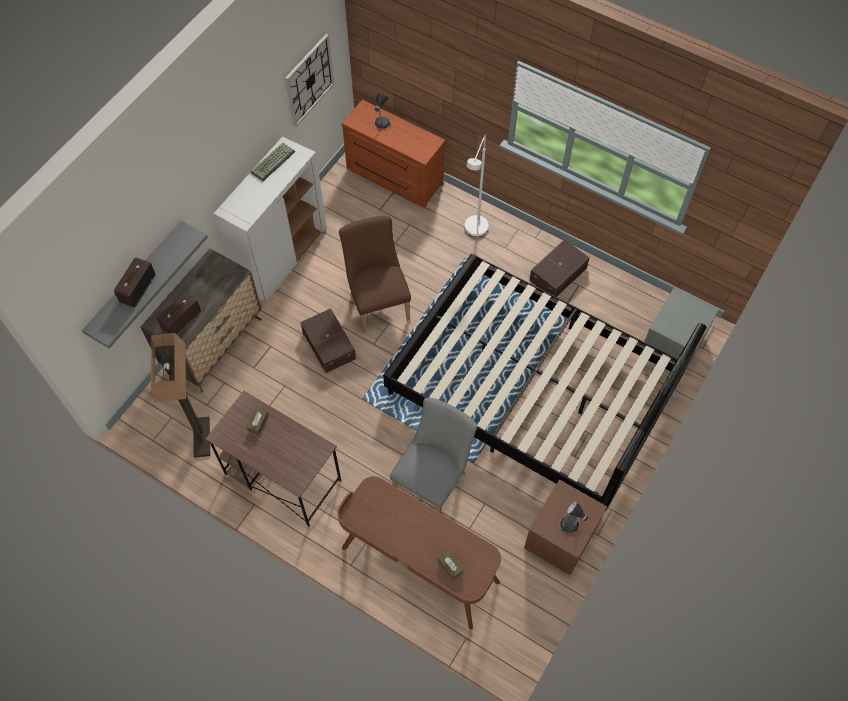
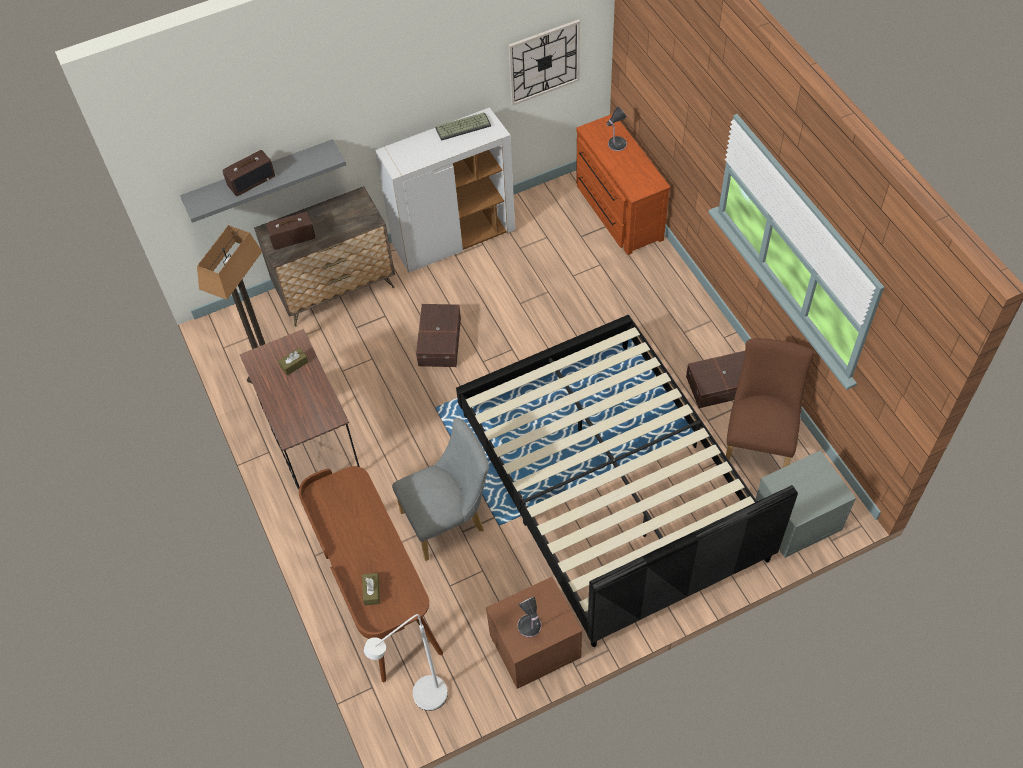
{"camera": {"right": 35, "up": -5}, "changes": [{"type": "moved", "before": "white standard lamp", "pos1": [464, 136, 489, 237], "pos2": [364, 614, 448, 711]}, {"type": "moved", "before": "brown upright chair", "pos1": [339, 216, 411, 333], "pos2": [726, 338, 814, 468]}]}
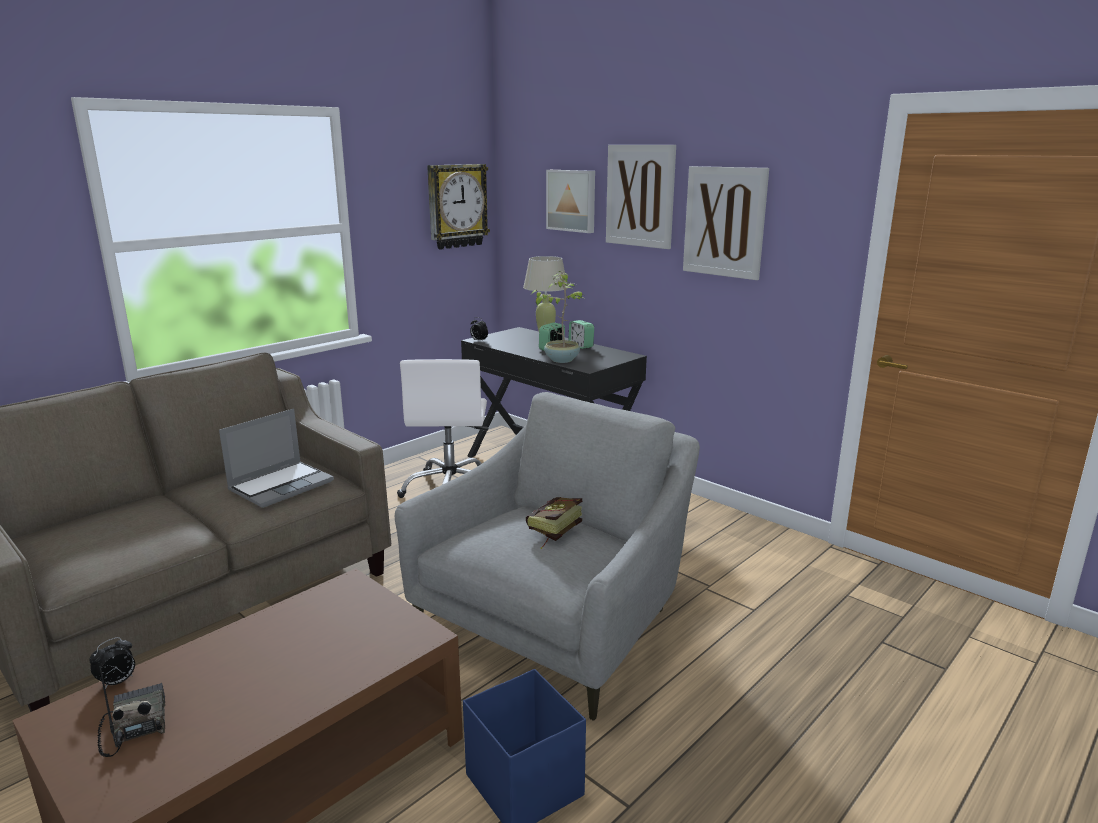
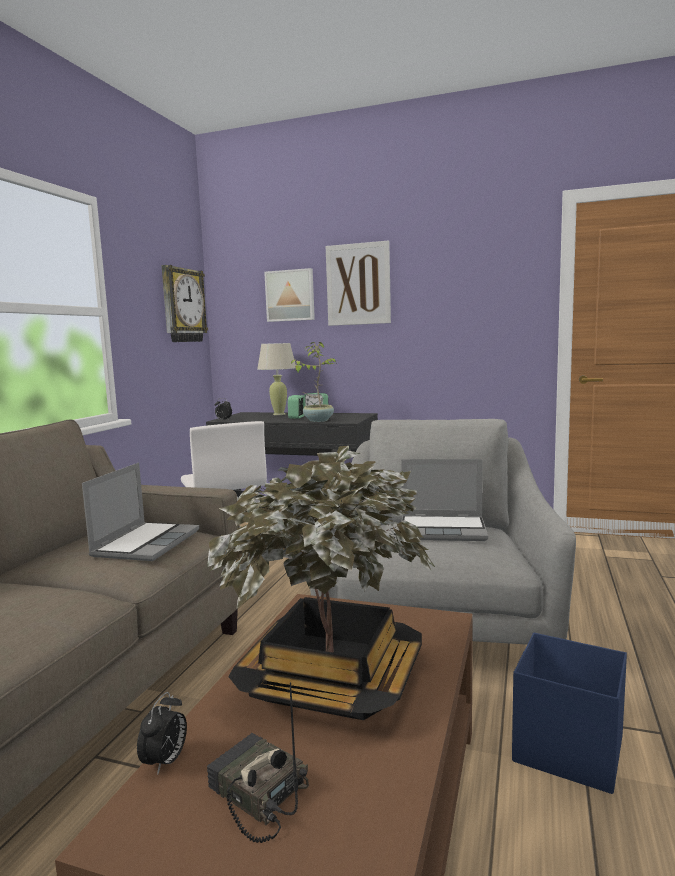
{"camera": {"right": -25, "up": -10}, "changes": [{"type": "removed", "before": "wall art", "pos1": [683, 166, 769, 280]}, {"type": "replaced", "before": "volume", "after": "laptop", "pos1": [526, 497, 582, 549], "pos2": [401, 459, 488, 541]}, {"type": "added", "after": "plant in a pot", "pos2": [207, 446, 436, 720]}]}
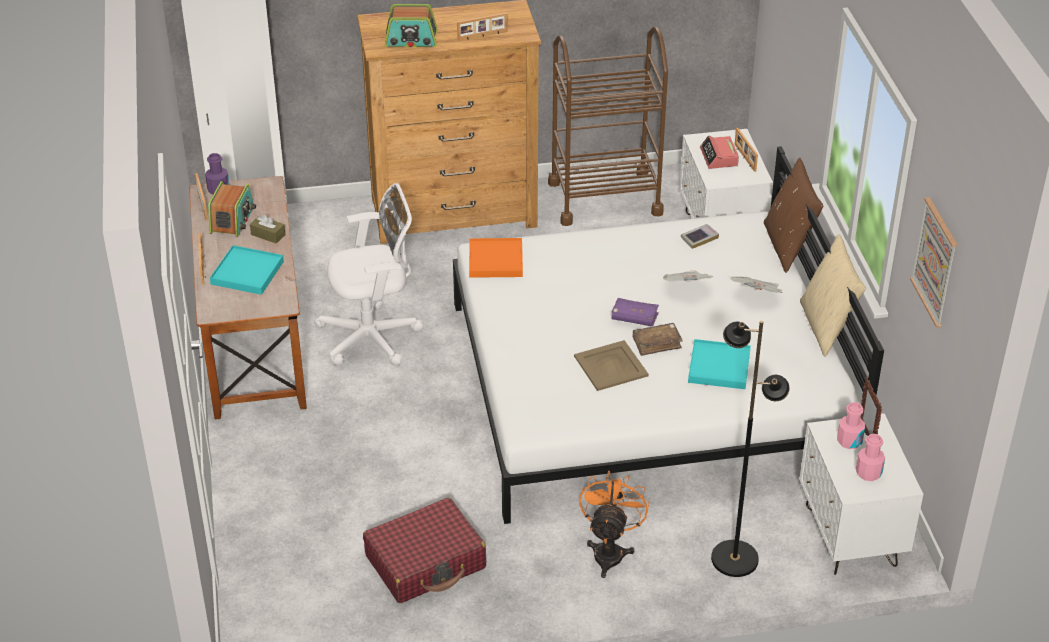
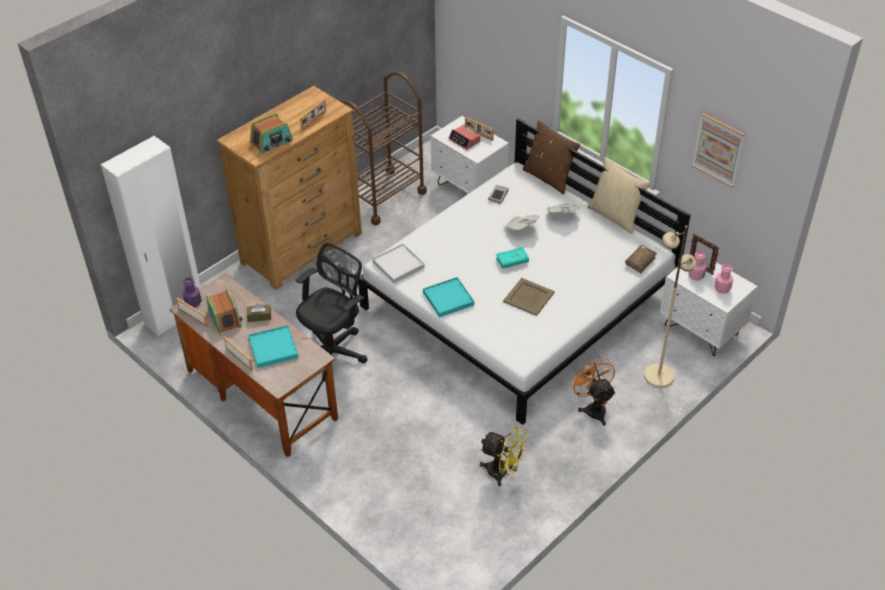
{"camera": {"right": -35, "up": 5}, "changes": [{"type": "recoloured", "before": "white computer chair", "after": "black-coloured computer chair", "pos1": [314, 183, 423, 366], "pos2": [296, 243, 368, 381]}, {"type": "recoloured", "before": "orange tray", "after": "white tray", "pos1": [469, 238, 523, 278], "pos2": [373, 244, 425, 283]}, {"type": "recoloured", "before": "purplish volume", "after": "blue-green volume", "pos1": [611, 298, 659, 327], "pos2": [496, 247, 529, 268]}, {"type": "recoloured", "before": "black-coloured standard lamp", "after": "beige-coloured standard lamp", "pos1": [711, 321, 790, 577], "pos2": [644, 226, 696, 387]}, {"type": "moved", "before": "brown volume", "pos1": [633, 323, 683, 356], "pos2": [625, 245, 657, 273]}, {"type": "moved", "before": "blue-green tray", "pos1": [688, 339, 751, 389], "pos2": [423, 277, 474, 318]}, {"type": "replaced", "before": "reddish piece of luggage", "after": "yellow-coloured electric fan", "pos1": [363, 498, 486, 603], "pos2": [480, 427, 528, 486]}]}
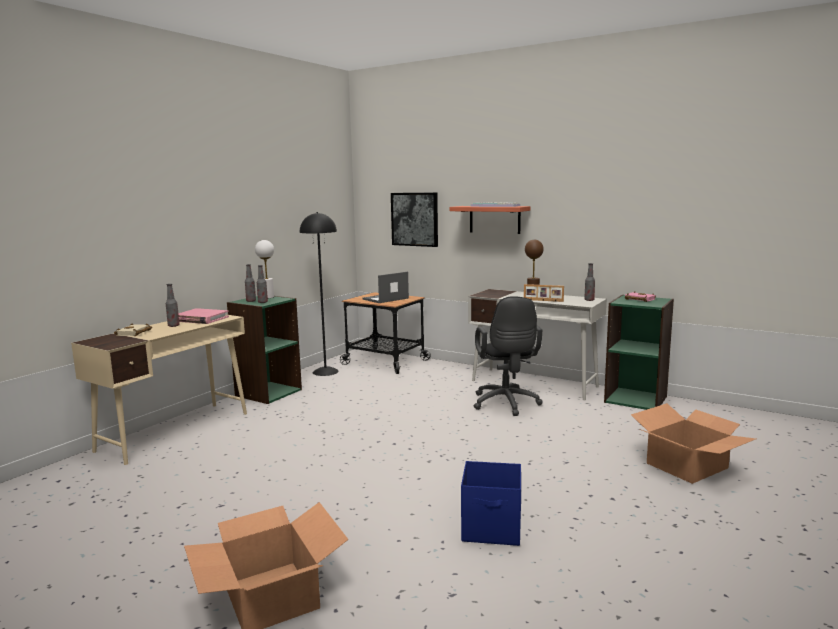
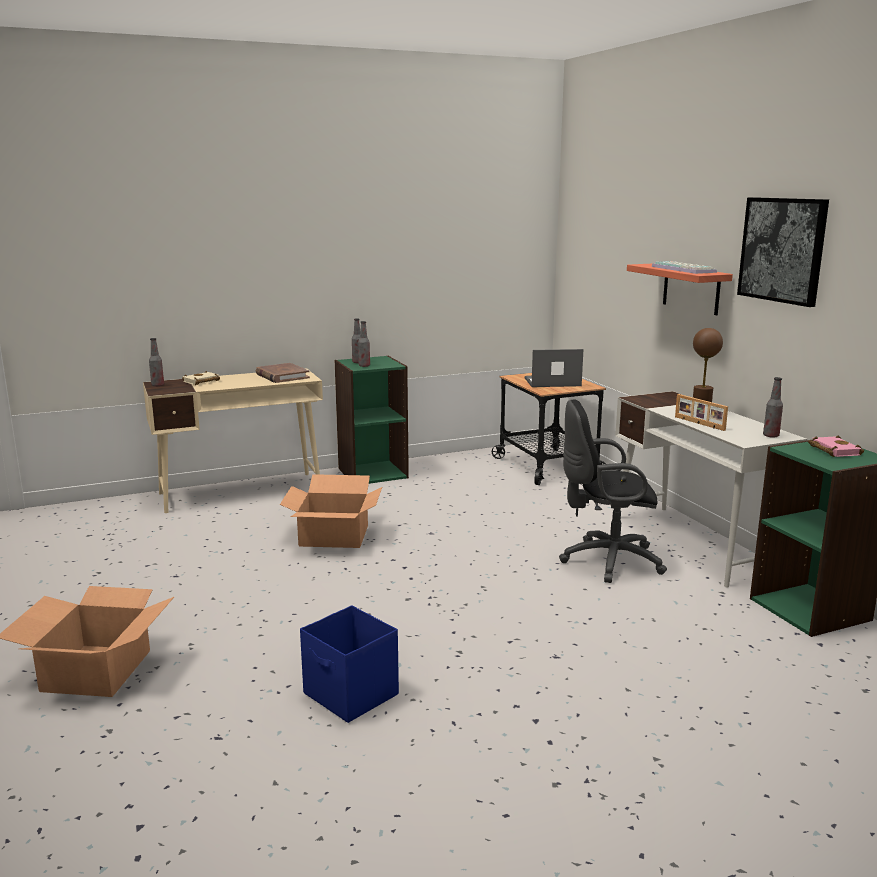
{"camera": {"right": 35, "up": 5}, "changes": [{"type": "moved", "before": "wall art", "pos1": [391, 193, 438, 247], "pos2": [737, 197, 829, 307]}, {"type": "removed", "before": "black-coloured standard lamp", "pos1": [300, 212, 339, 376]}, {"type": "removed", "before": "white lamp for a table", "pos1": [255, 240, 274, 298]}, {"type": "moved", "before": "bottle", "pos1": [166, 284, 180, 327], "pos2": [149, 338, 164, 387]}, {"type": "turned", "before": "black-coloured computer chair", "pos1": [474, 296, 543, 416], "pos2": [559, 400, 667, 583], "turn": 60}, {"type": "recoloured", "before": "pink volume", "after": "brown volume", "pos1": [178, 308, 229, 324], "pos2": [256, 363, 310, 383]}, {"type": "moved", "before": "packing box", "pos1": [631, 403, 756, 484], "pos2": [280, 474, 382, 548]}]}
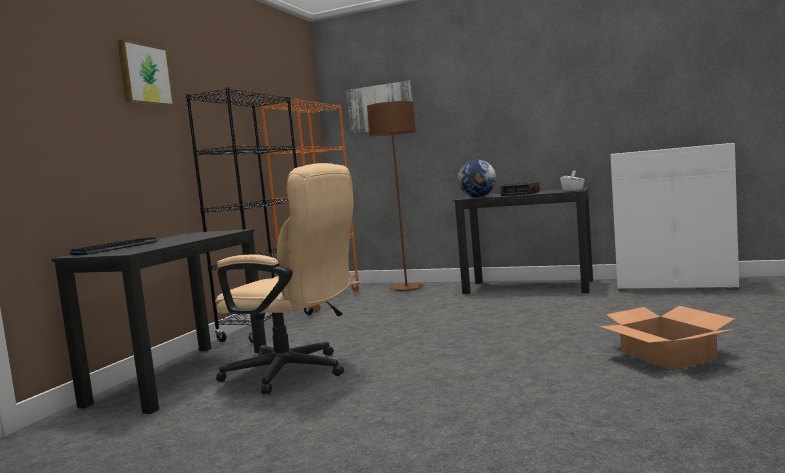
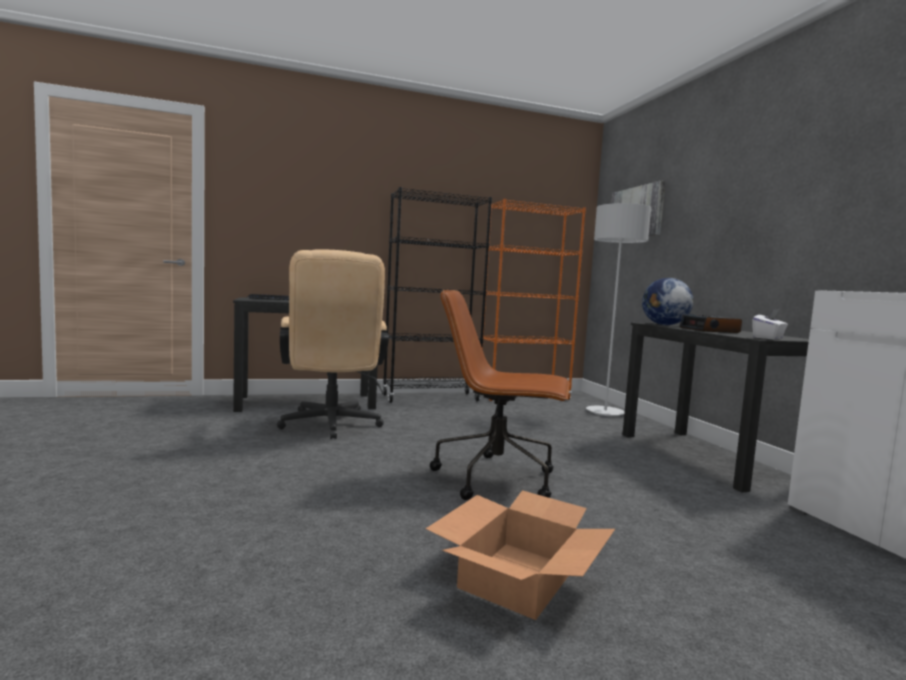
{"camera": {"right": 50, "up": 0}, "changes": [{"type": "removed", "before": "wall art", "pos1": [117, 39, 174, 106]}, {"type": "recoloured", "before": "brown standard lamp", "after": "greyish standard lamp", "pos1": [367, 101, 424, 291], "pos2": [586, 203, 651, 416]}, {"type": "added", "after": "brown computer chair", "pos2": [430, 290, 570, 500]}]}
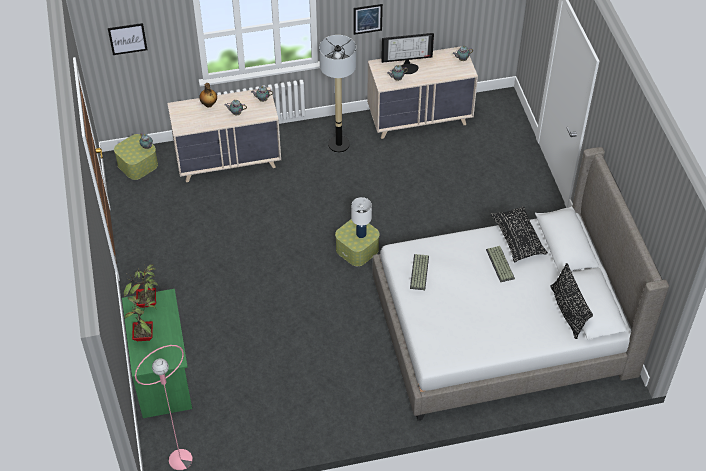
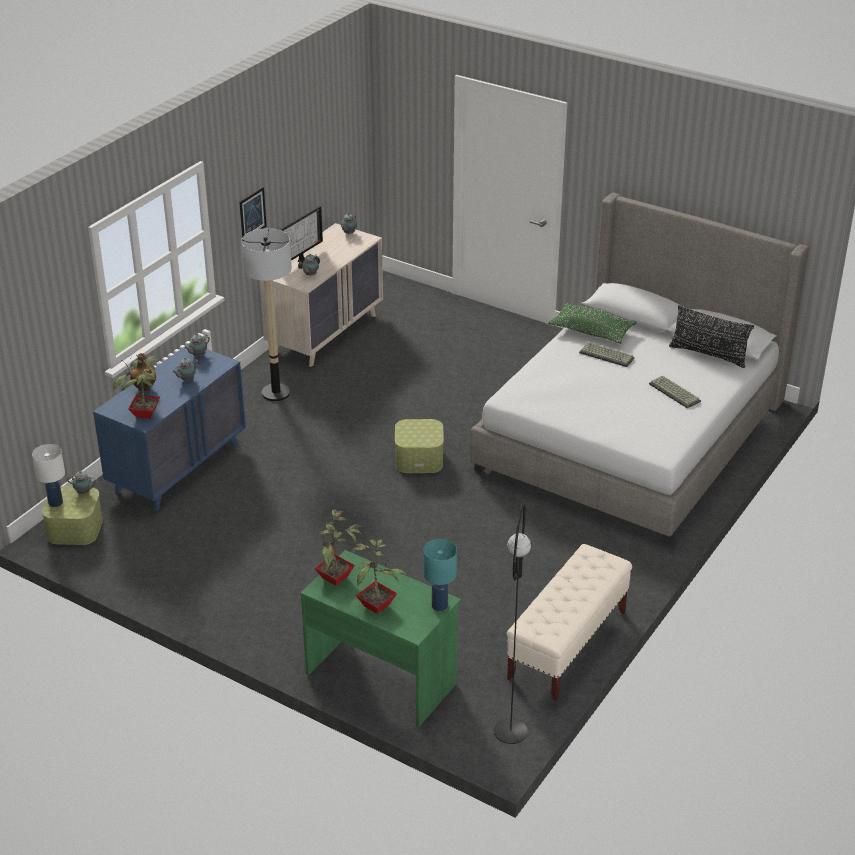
{"camera": {"right": -45, "up": -15}, "changes": [{"type": "removed", "before": "wall art", "pos1": [108, 23, 147, 55]}, {"type": "recoloured", "before": "beige-coloured drawer chest", "after": "bluish drawer chest", "pos1": [167, 87, 281, 182], "pos2": [93, 344, 246, 511]}, {"type": "moved", "before": "white lamp for a table", "pos1": [351, 197, 372, 238], "pos2": [32, 444, 65, 507]}, {"type": "recoloured", "before": "black-coloured throw pillow", "after": "green-coloured throw pillow", "pos1": [491, 206, 548, 262], "pos2": [548, 303, 637, 344]}, {"type": "moved", "before": "keyboard", "pos1": [410, 254, 429, 290], "pos2": [649, 376, 701, 408]}, {"type": "recoloured", "before": "pink standard lamp", "after": "black-coloured standard lamp", "pos1": [135, 345, 193, 470], "pos2": [494, 503, 531, 744]}, {"type": "added", "after": "plant in a pot", "pos2": [113, 355, 160, 419]}, {"type": "added", "after": "blue-green lamp for a table", "pos2": [423, 539, 457, 611]}, {"type": "added", "after": "beige-coloured indoor bench", "pos2": [507, 544, 632, 701]}]}
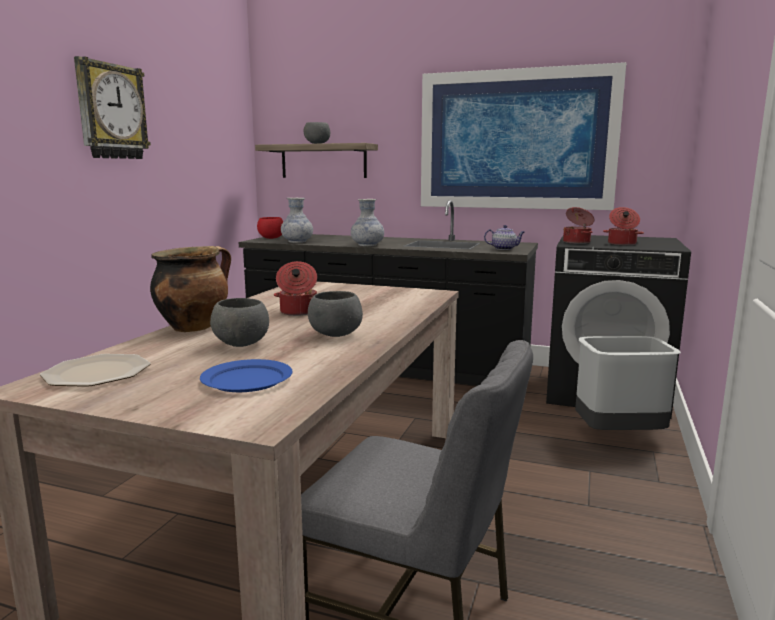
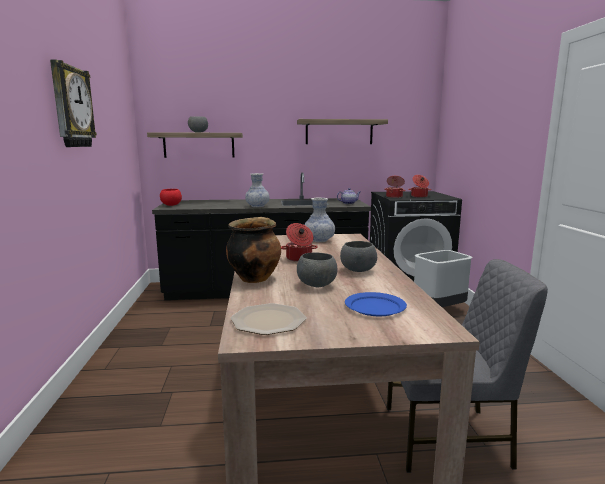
{"camera": {"right": -25, "up": 0}, "changes": [{"type": "replaced", "before": "wall art", "after": "shelf", "pos1": [421, 62, 627, 210], "pos2": [297, 119, 388, 144]}, {"type": "moved", "before": "flower vase", "pos1": [281, 198, 313, 243], "pos2": [305, 198, 335, 242]}]}
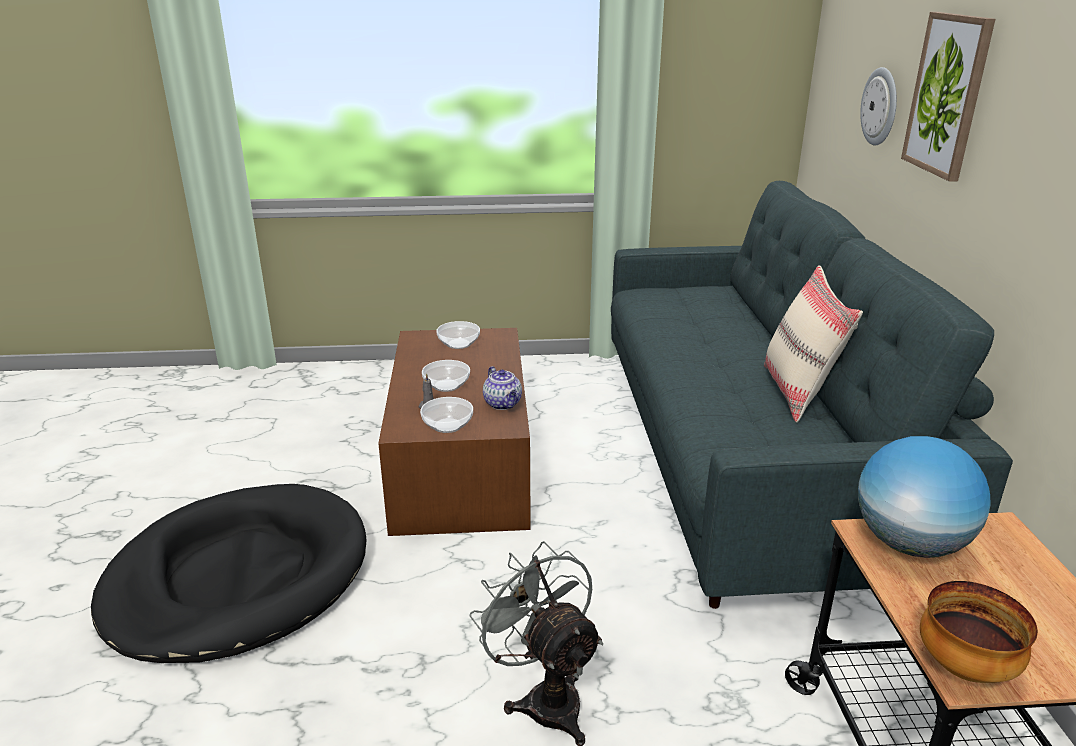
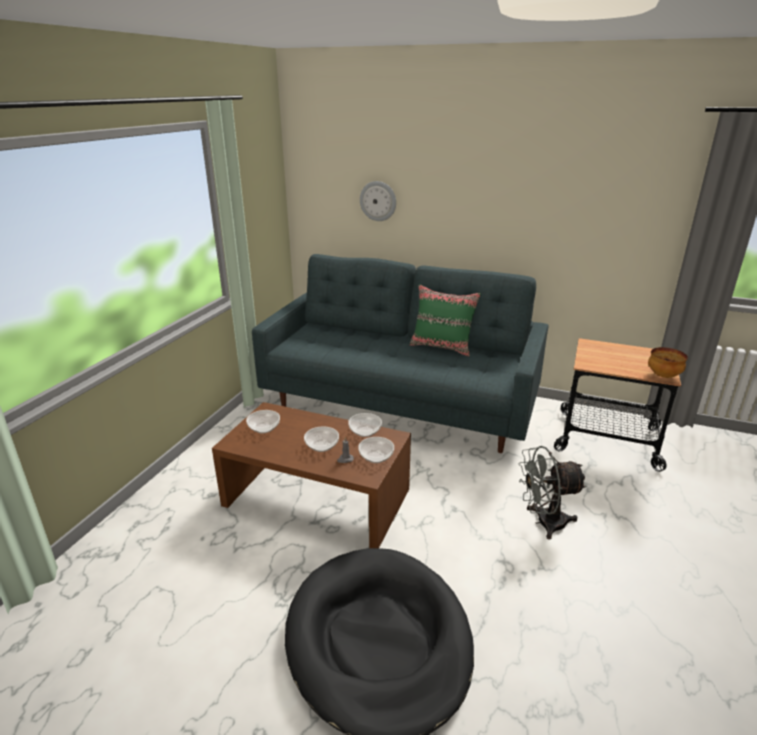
{"camera": {"right": -65, "up": 0}, "changes": [{"type": "removed", "before": "wall art", "pos1": [901, 12, 995, 182]}, {"type": "recoloured", "before": "beige-coloured throw pillow", "after": "green-coloured throw pillow", "pos1": [764, 265, 863, 423], "pos2": [410, 284, 481, 356]}, {"type": "replaced", "before": "pot for tea", "after": "bowl", "pos1": [483, 366, 522, 410], "pos2": [348, 413, 382, 437]}, {"type": "removed", "before": "globe", "pos1": [858, 436, 991, 558]}]}
